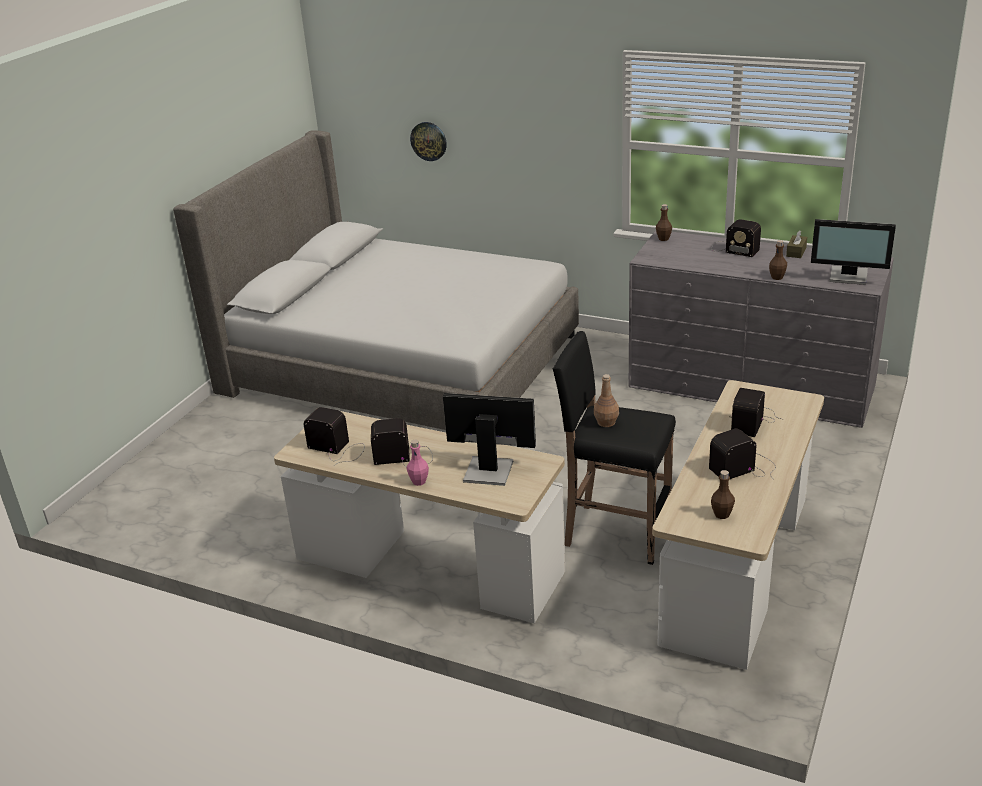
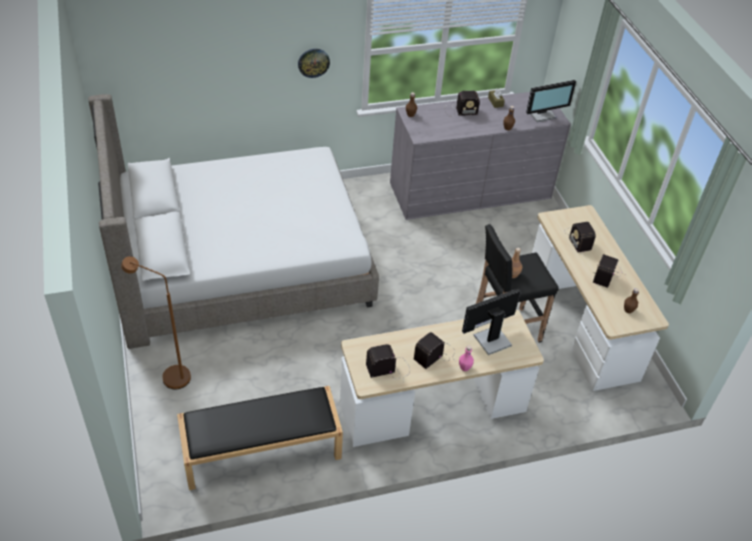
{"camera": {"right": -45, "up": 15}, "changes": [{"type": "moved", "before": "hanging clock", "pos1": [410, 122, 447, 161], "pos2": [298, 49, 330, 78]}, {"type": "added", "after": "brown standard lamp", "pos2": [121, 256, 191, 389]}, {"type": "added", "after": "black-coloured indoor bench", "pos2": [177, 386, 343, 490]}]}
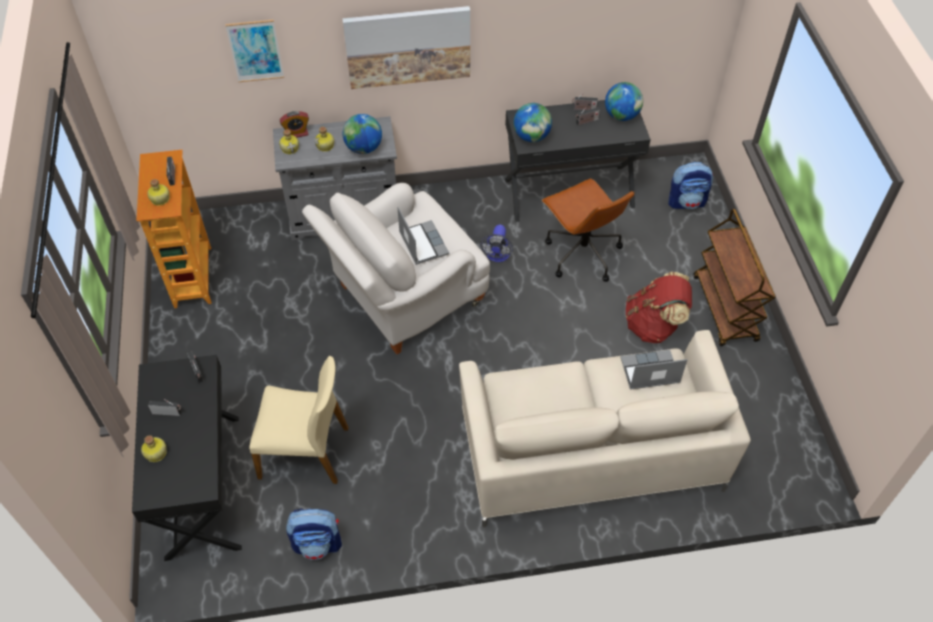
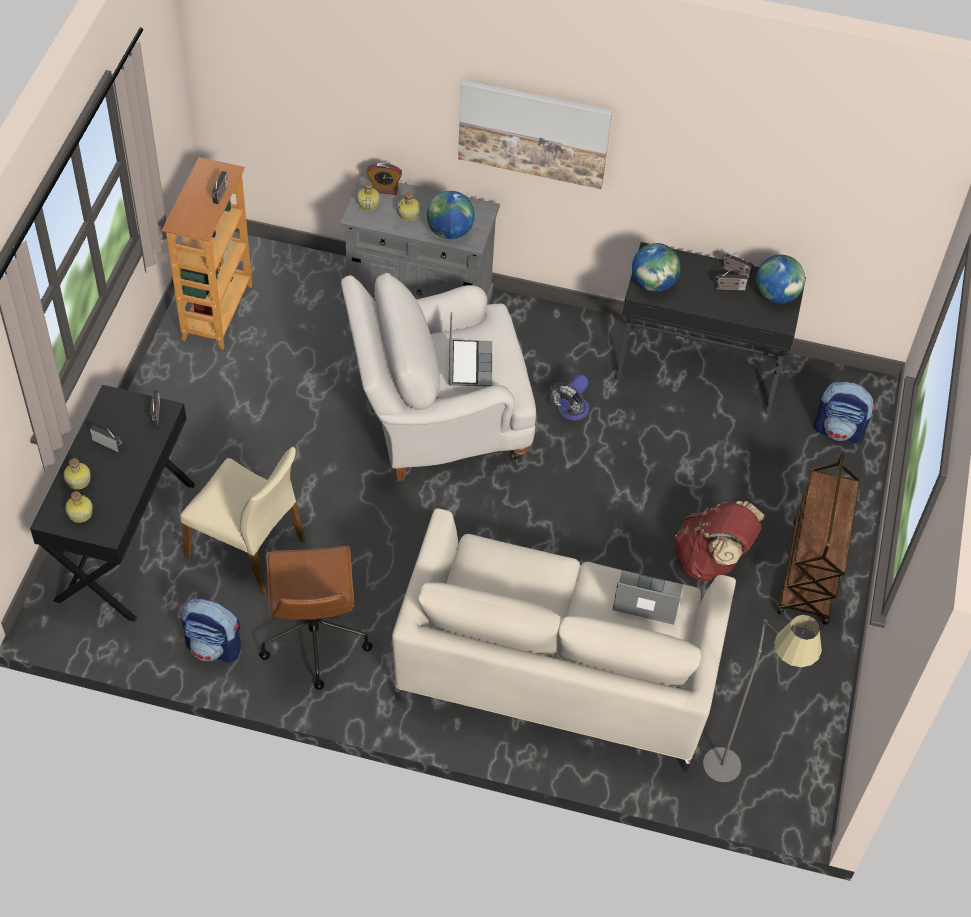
{"camera": {"right": 20, "up": 0}, "changes": [{"type": "removed", "before": "wall art", "pos1": [225, 20, 284, 82]}, {"type": "moved", "before": "brown computer chair", "pos1": [542, 178, 635, 282], "pos2": [259, 546, 372, 690]}, {"type": "moved", "before": "bottle", "pos1": [147, 179, 170, 206], "pos2": [65, 491, 93, 523]}, {"type": "added", "after": "greyish standard lamp", "pos2": [703, 615, 822, 782]}]}
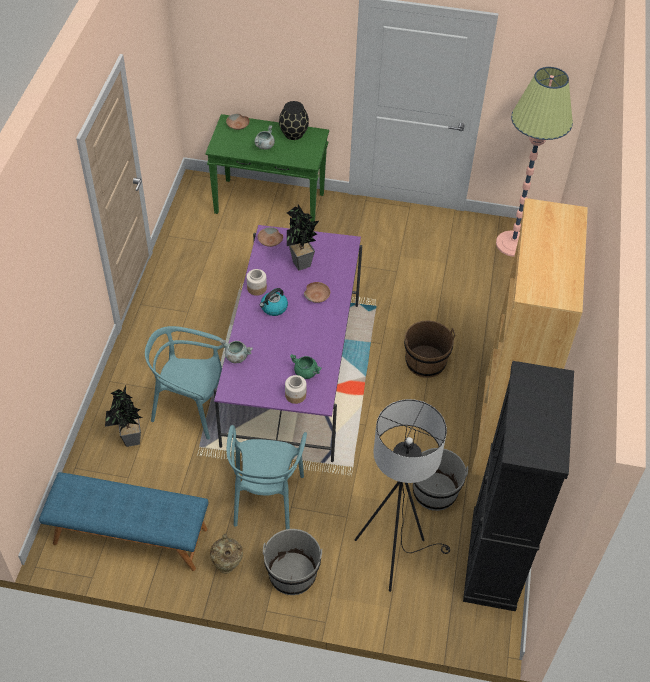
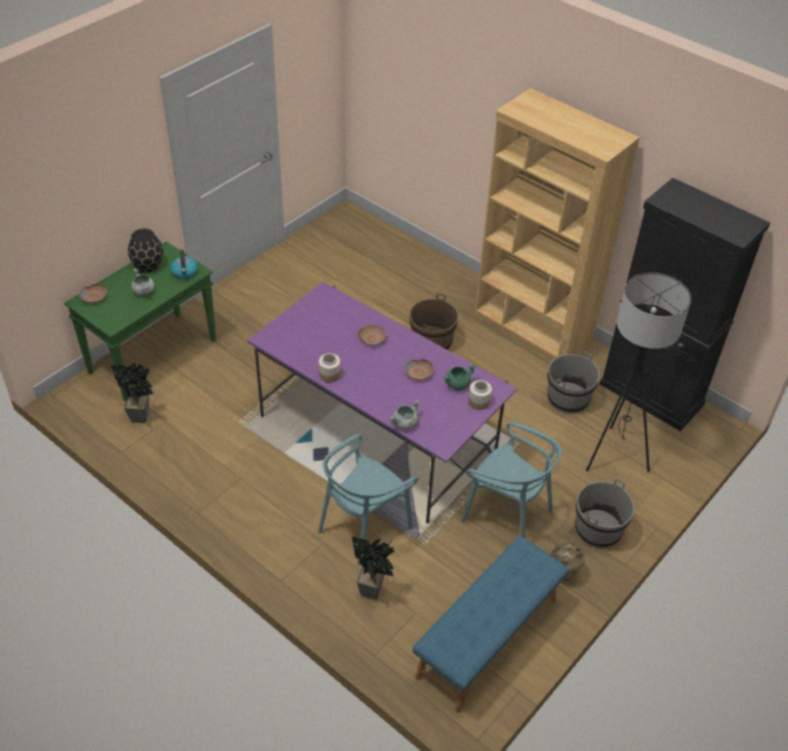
{"camera": {"right": -60, "up": -5}, "changes": [{"type": "removed", "before": "standard lamp", "pos1": [496, 67, 573, 257]}, {"type": "moved", "before": "plant in a pot", "pos1": [287, 204, 319, 271], "pos2": [111, 362, 153, 423]}, {"type": "moved", "before": "brown bowl", "pos1": [258, 227, 283, 247], "pos2": [405, 359, 434, 380]}, {"type": "moved", "before": "water kettle", "pos1": [260, 288, 288, 316], "pos2": [170, 250, 198, 279]}]}
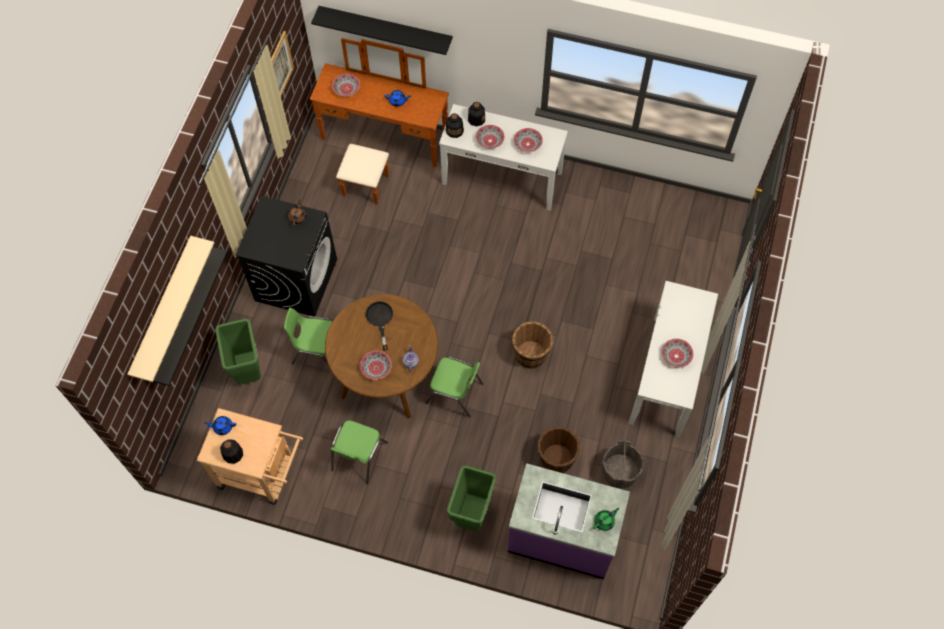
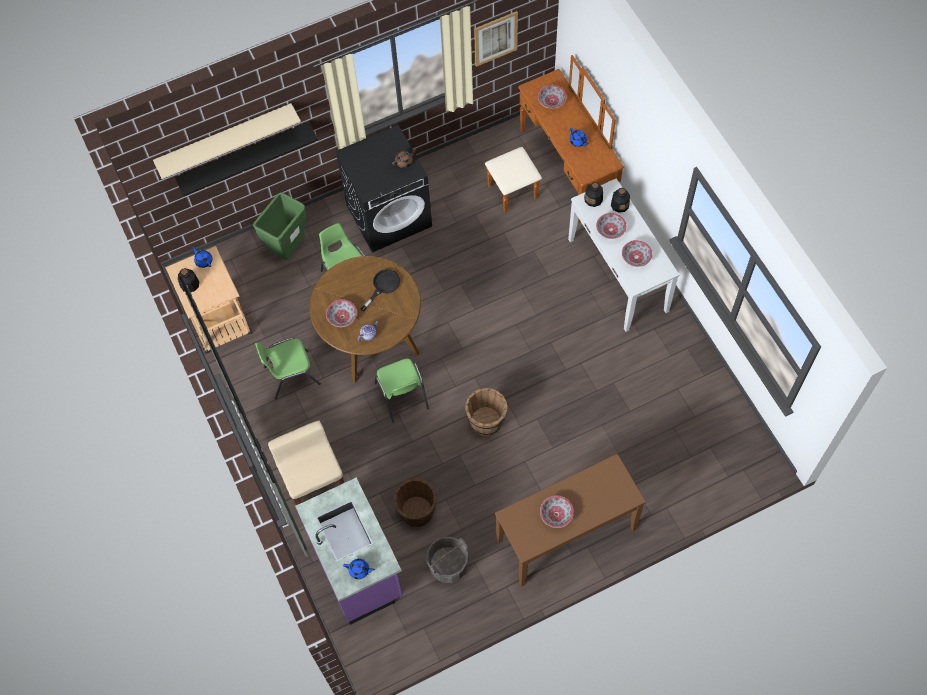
{"camera": {"right": 50, "up": 0}, "changes": [{"type": "removed", "before": "black-coloured shelf", "pos1": [311, 6, 453, 55]}, {"type": "recoloured", "before": "white hall table", "after": "brown hall table", "pos1": [629, 281, 718, 437], "pos2": [495, 454, 646, 587]}, {"type": "replaced", "before": "green-coloured trash can", "after": "beige-coloured stool seat", "pos1": [447, 465, 496, 531], "pos2": [268, 420, 344, 505]}, {"type": "recoloured", "before": "green-coloured pot for tea", "after": "bluish pot for tea", "pos1": [593, 508, 619, 531], "pos2": [343, 559, 375, 579]}]}
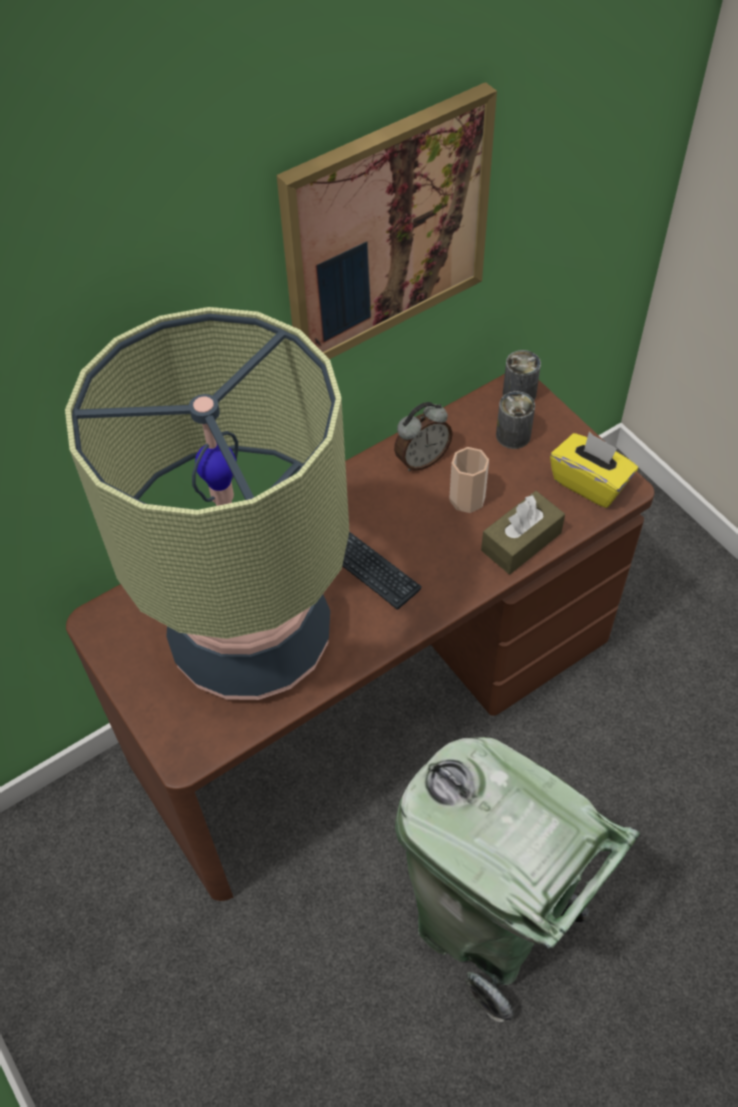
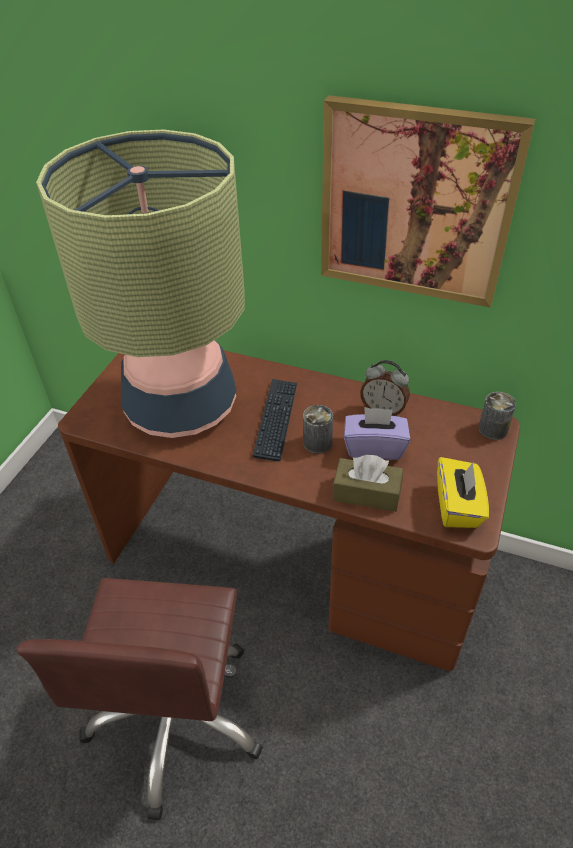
{"camera": {"right": 55, "up": -10}, "changes": [{"type": "moved", "before": "sealed can", "pos1": [496, 391, 535, 449], "pos2": [303, 405, 333, 454]}, {"type": "replaced", "before": "small cup", "after": "purplish tissue holder", "pos1": [449, 447, 489, 513], "pos2": [344, 407, 410, 460]}, {"type": "replaced", "before": "green-coloured trash can", "after": "brown computer chair", "pos1": [395, 737, 640, 1022], "pos2": [16, 578, 263, 820]}]}
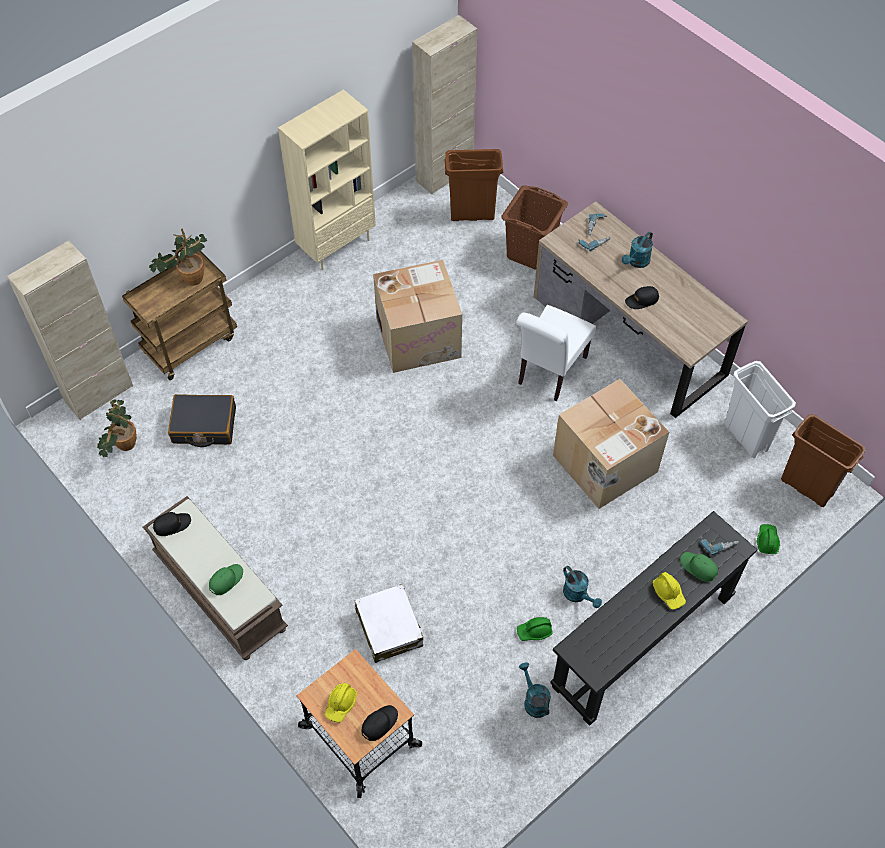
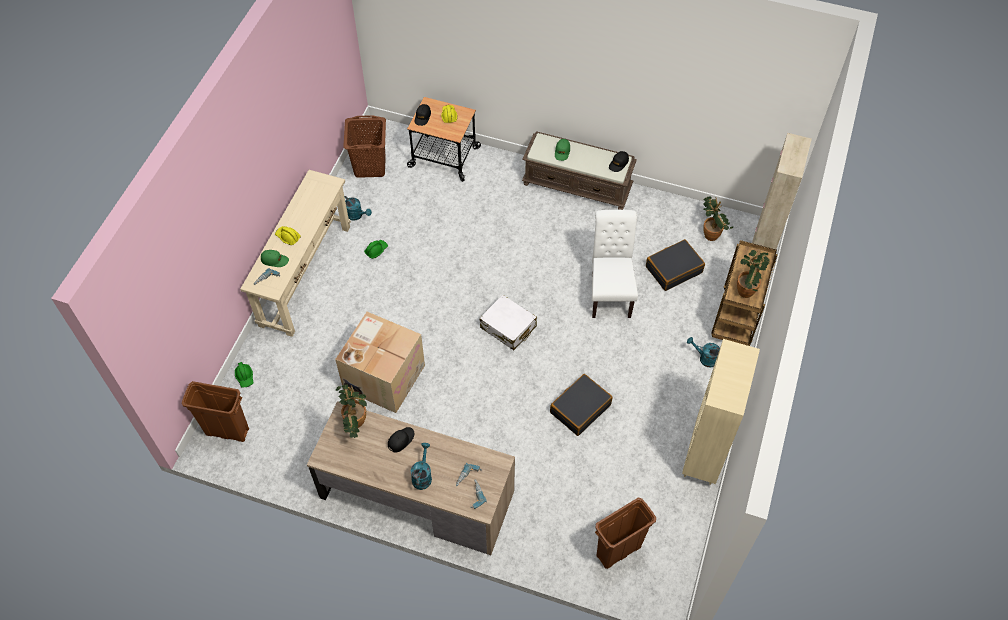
{"camera": {"right": 150, "up": 0}, "changes": [{"type": "removed", "before": "beige-coloured cabinet", "pos1": [412, 15, 477, 194]}, {"type": "moved", "before": "brown washing basket", "pos1": [501, 185, 568, 270], "pos2": [343, 115, 386, 178]}, {"type": "replaced", "before": "packing box", "after": "black-coloured piece of luggage", "pos1": [373, 260, 462, 373], "pos2": [550, 374, 612, 436]}, {"type": "moved", "before": "white upright chair", "pos1": [516, 305, 596, 401], "pos2": [592, 210, 638, 318]}, {"type": "removed", "before": "white trash can", "pos1": [724, 361, 796, 458]}, {"type": "recoloured", "before": "black-coloured hall table", "after": "beige-coloured hall table", "pos1": [550, 511, 757, 726], "pos2": [240, 170, 351, 337]}, {"type": "moved", "before": "blue-green watering pot", "pos1": [563, 566, 602, 608], "pos2": [687, 337, 720, 367]}, {"type": "moved", "before": "white piece of luggage", "pos1": [355, 584, 423, 663], "pos2": [479, 294, 537, 350]}, {"type": "added", "after": "plant in a pot", "pos2": [336, 385, 367, 438]}]}
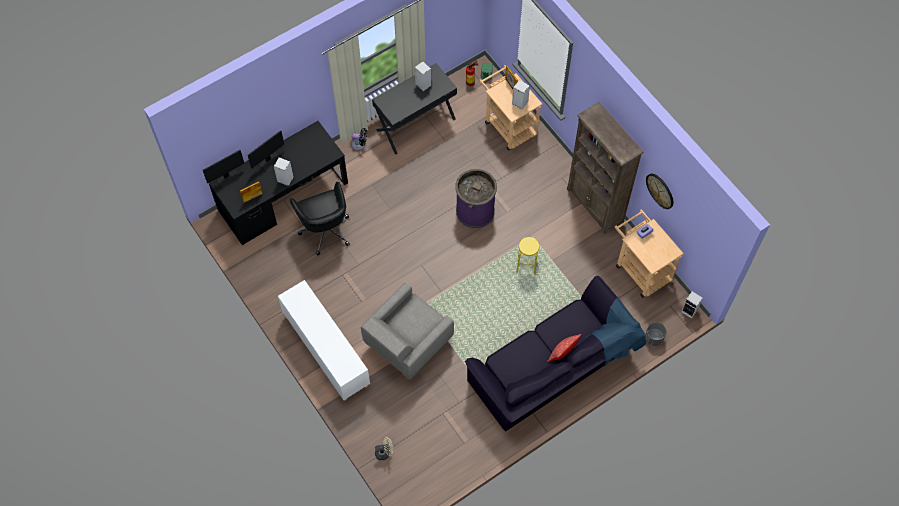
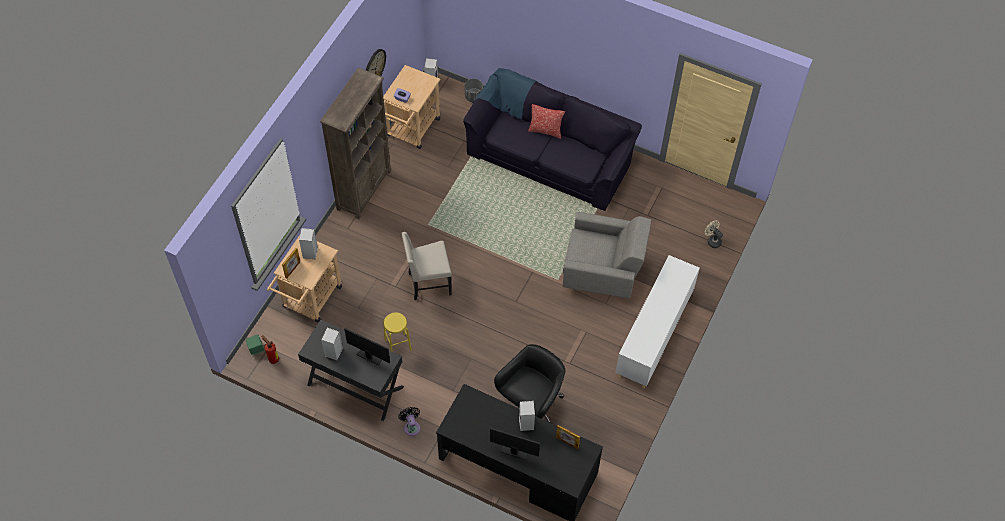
{"camera": {"right": -120, "up": -5}, "changes": [{"type": "moved", "before": "computer display", "pos1": [203, 150, 244, 190], "pos2": [344, 328, 390, 366]}, {"type": "replaced", "before": "purplish trash can", "after": "beige-coloured upright chair", "pos1": [455, 169, 497, 228], "pos2": [401, 232, 452, 300]}, {"type": "moved", "before": "yellow-coloured stool seat", "pos1": [516, 237, 539, 275], "pos2": [383, 312, 412, 352]}]}
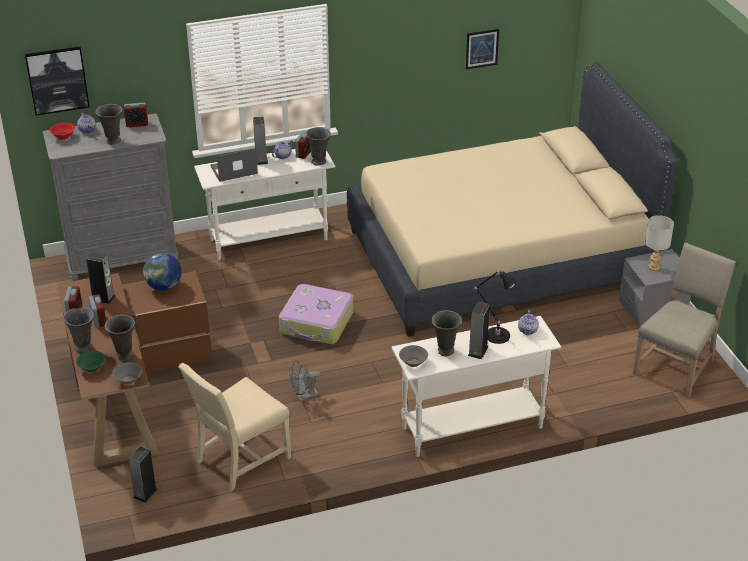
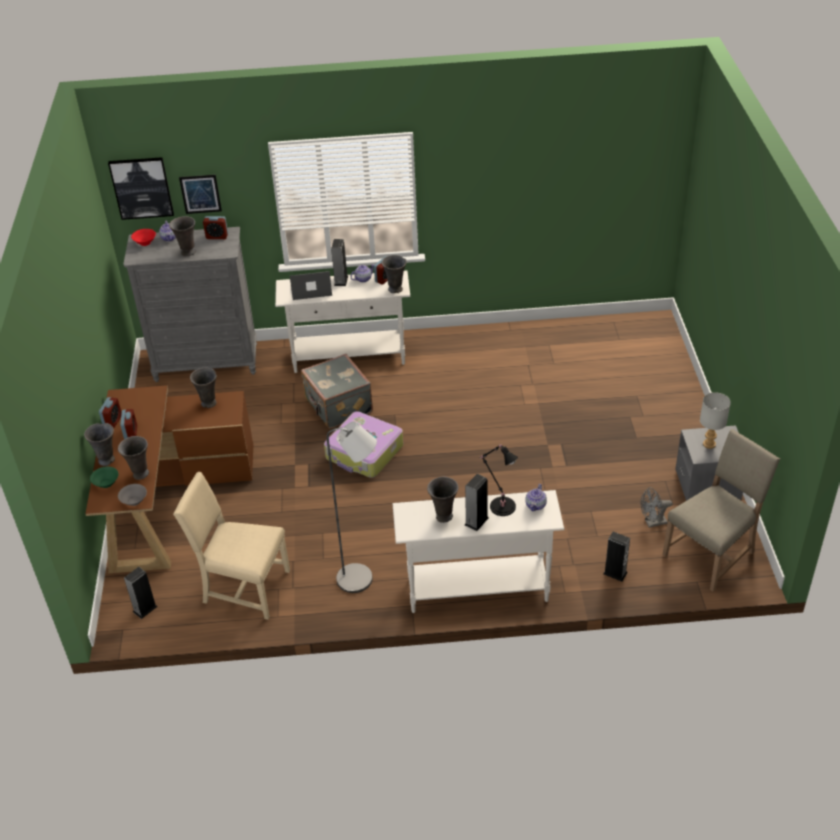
{"camera": {"right": 15, "up": 5}, "changes": [{"type": "moved", "before": "wall art", "pos1": [465, 29, 499, 69], "pos2": [179, 174, 222, 214]}, {"type": "removed", "before": "beige-coloured bed", "pos1": [347, 62, 678, 337]}, {"type": "moved", "before": "speaker", "pos1": [86, 252, 115, 304], "pos2": [603, 532, 630, 582]}, {"type": "replaced", "before": "globe", "after": "greyish flower vase", "pos1": [143, 253, 182, 291], "pos2": [190, 368, 217, 408]}, {"type": "removed", "before": "greyish bowl", "pos1": [399, 345, 428, 367]}, {"type": "moved", "before": "greyish electric fan", "pos1": [289, 360, 321, 402], "pos2": [641, 487, 673, 528]}, {"type": "turned", "before": "beige-coloured upright chair", "pos1": [178, 363, 291, 491], "pos2": [173, 472, 290, 620], "turn": 45}, {"type": "added", "after": "greyish piece of luggage", "pos2": [301, 354, 373, 429]}, {"type": "added", "after": "greyish standard lamp", "pos2": [327, 421, 377, 593]}]}
